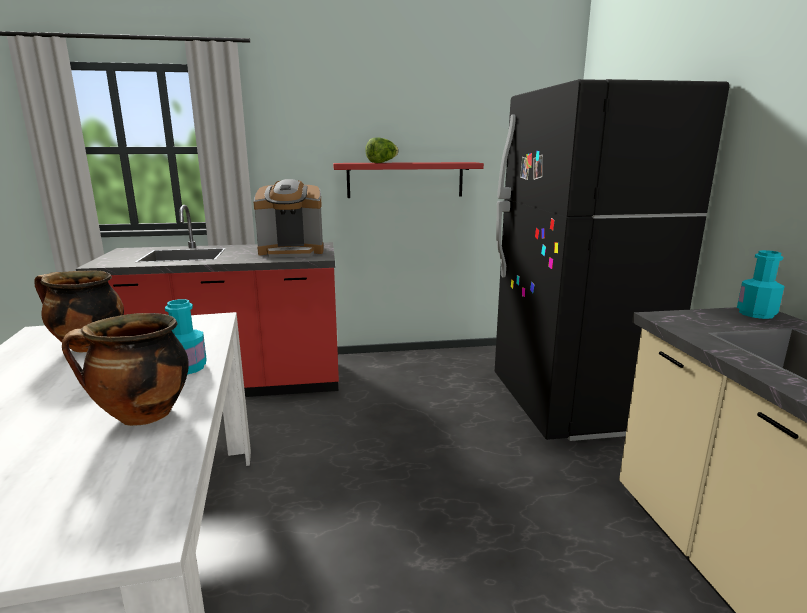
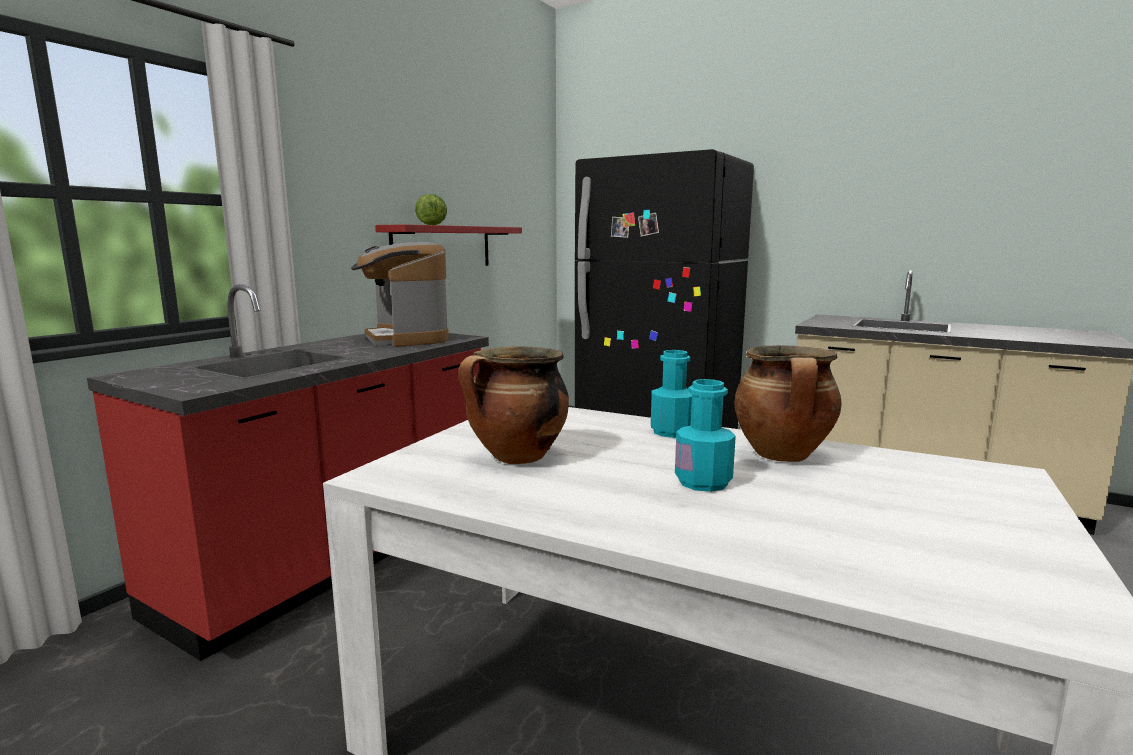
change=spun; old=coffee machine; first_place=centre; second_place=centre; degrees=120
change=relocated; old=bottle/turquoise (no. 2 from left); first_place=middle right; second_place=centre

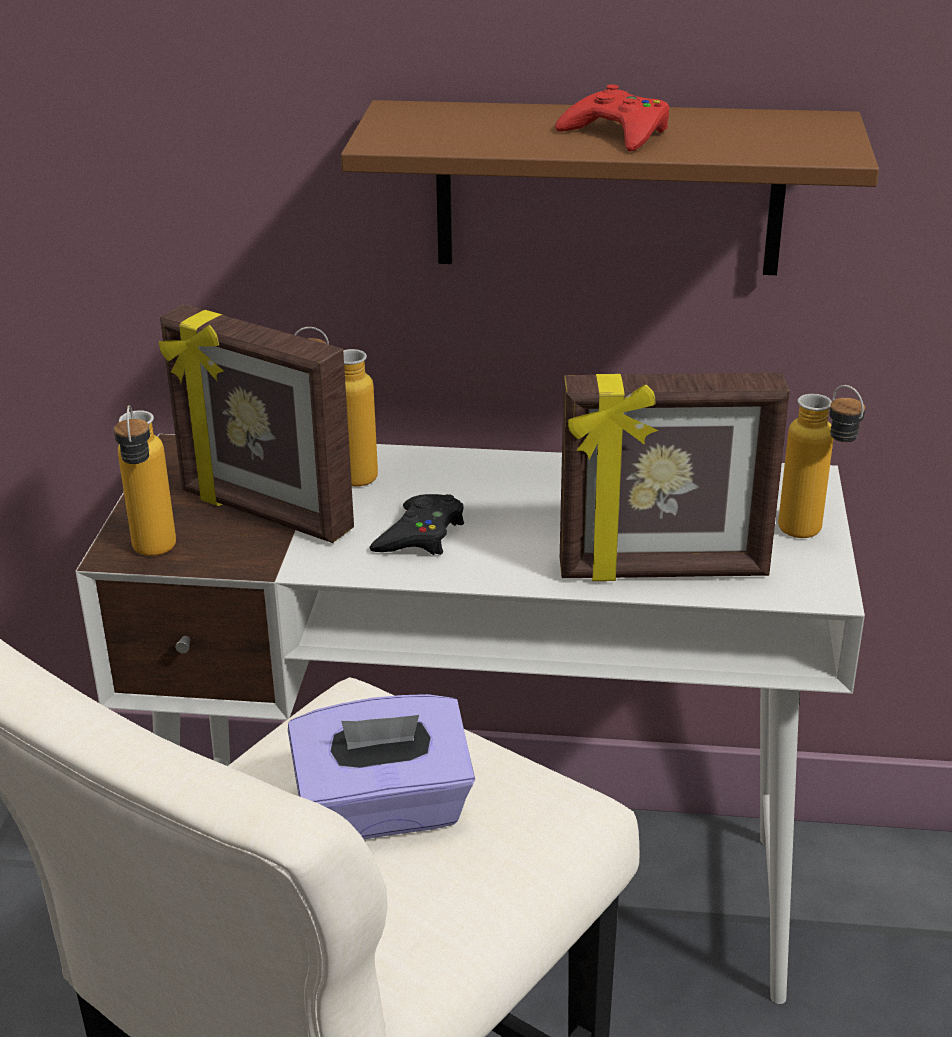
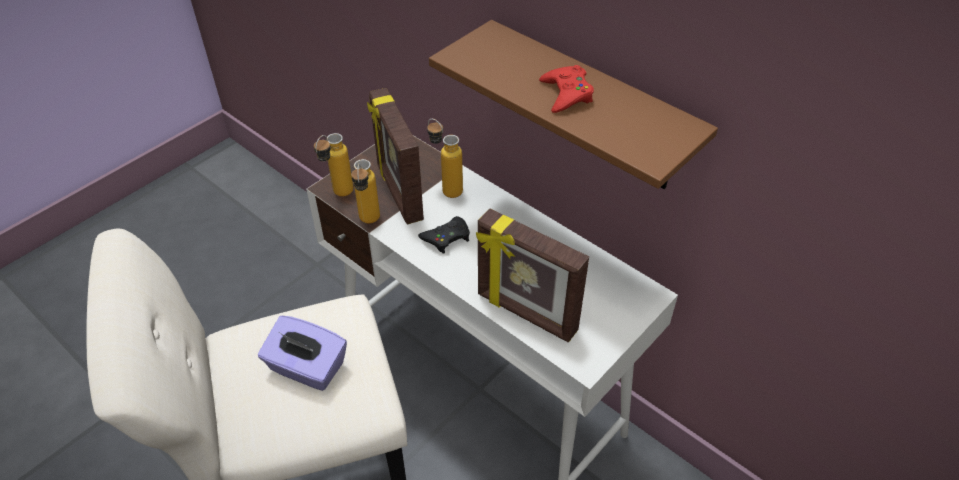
change=relocated; old=bottle (no. 3 from left in the first image); new=bottle (no. 2 from left); first_place=middle right; second_place=centre

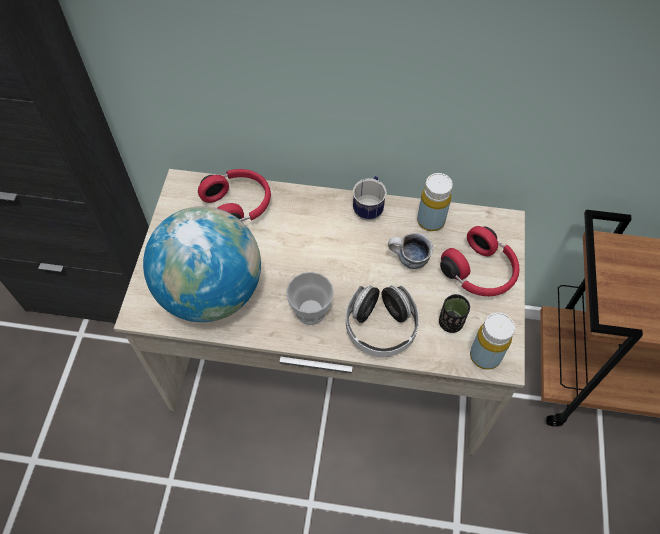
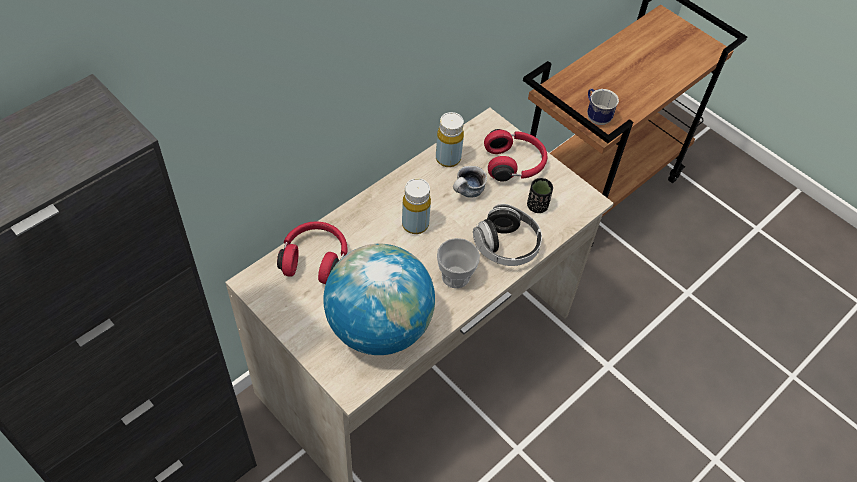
change=relocated; old=mug (no. 1 from left in the first image); new=mug (no. 2 from left); first_place=centre; second_place=top right
change=relocated; old=bottle/yellow (no. 2 from left in the first image); new=bottle/yellow (no. 1 from left); first_place=middle right; second_place=centre

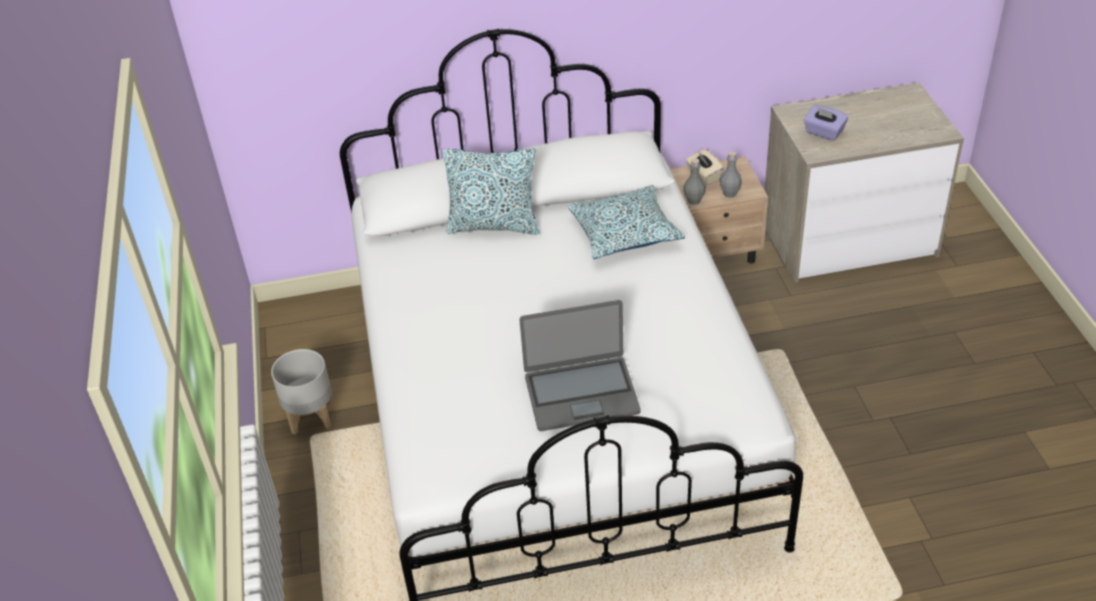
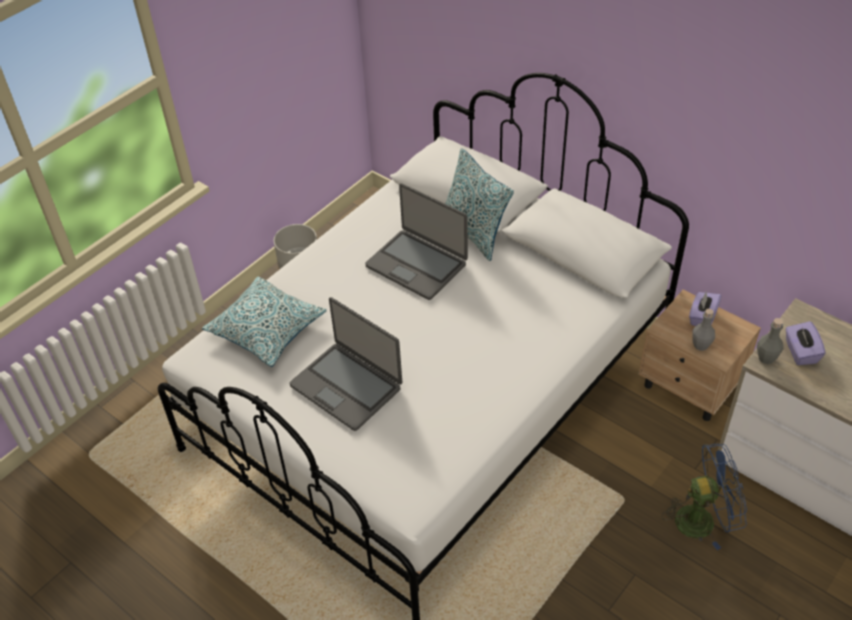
change=relocated; old=pillow (no. 2 from left in the first image); new=pillow (no. 1 from left); first_place=centre; second_place=middle left
change=relocated; old=bottle/grey (no. 1 from left in the first image); new=bottle/grey (no. 2 from left); first_place=top centre; second_place=middle right
change=colour; old=tissue box/beige; new=tissue box/purple (no. 1 from left); first_place=top centre; second_place=middle right
change=appeared; new=laptop (no. 2 from left); second_place=centre
change=appeared; new=fan/blue; second_place=bottom right

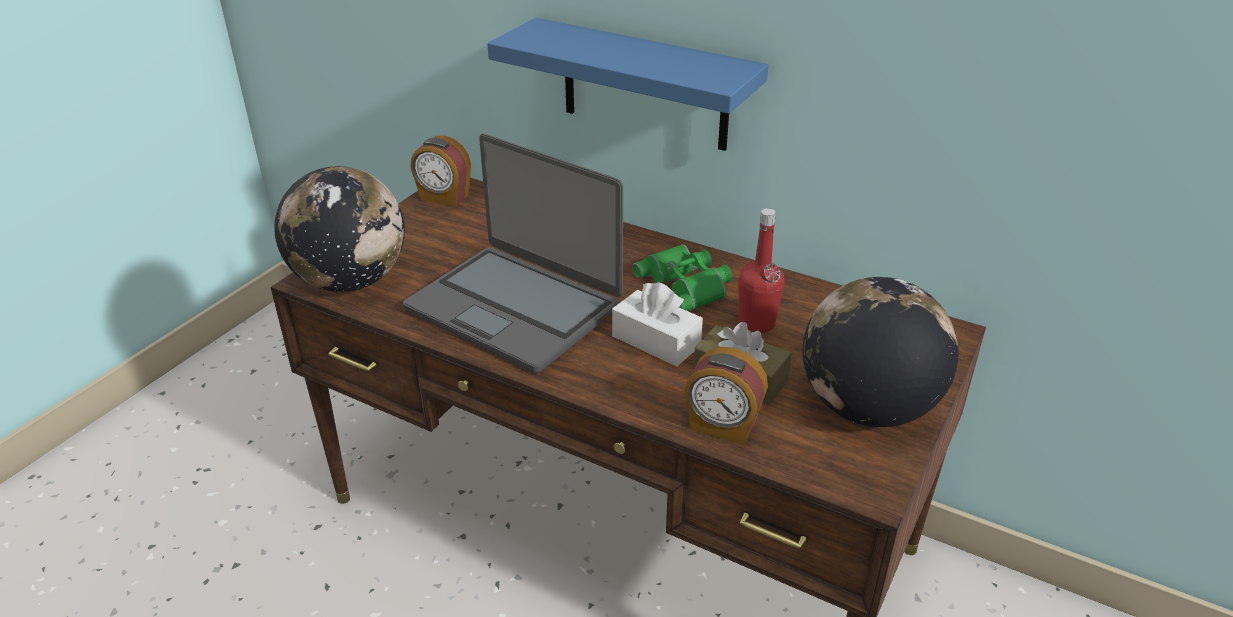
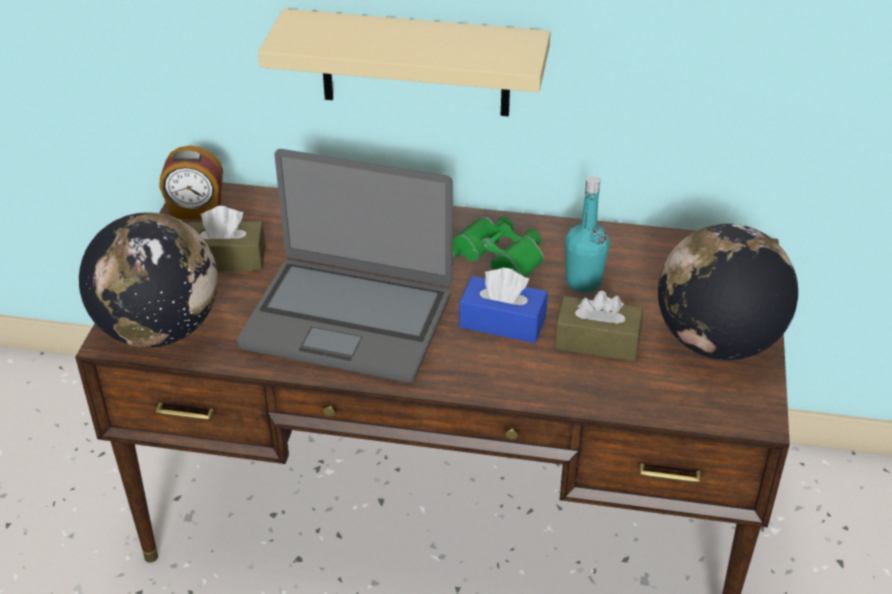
change=colour; old=shelf/blue; new=shelf/beige; first_place=top centre; second_place=top centre
change=colour; old=tissue box/white; new=tissue box/blue; first_place=centre; second_place=centre
change=missing; old=alarm clock (no. 2 from left); first_place=centre
change=colour; old=bottle/red; new=bottle/turquoise; first_place=centre; second_place=centre
change=appeared; new=tissue box/brown (no. 1 from left); second_place=middle left

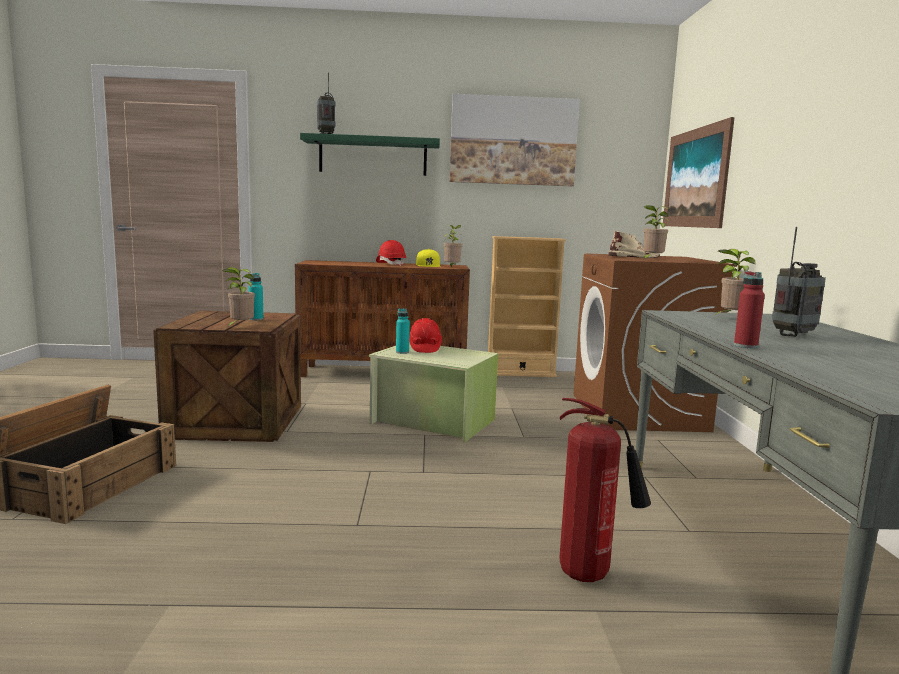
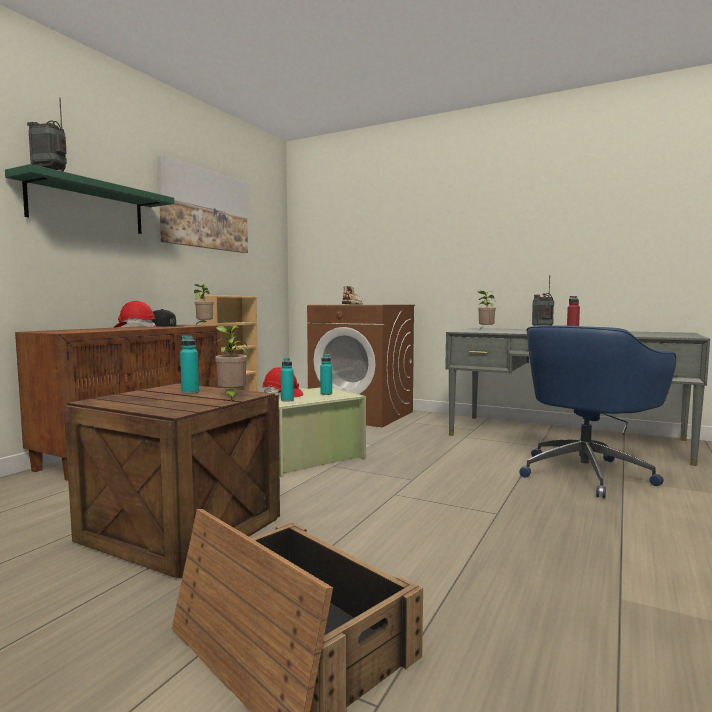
change=colour; old=cap/yellow; new=cap/black; first_place=centre; second_place=middle left
change=exchanged; old=fire extinguisher; new=office chair/blue; first_place=bottom right; second_place=middle right
change=missing; old=potted plant (no. 3 from left); first_place=middle right
change=missing; old=picture (no. 2 from left); first_place=top right
change=appeared; new=bottle/turquoise (no. 3 from left); second_place=centre

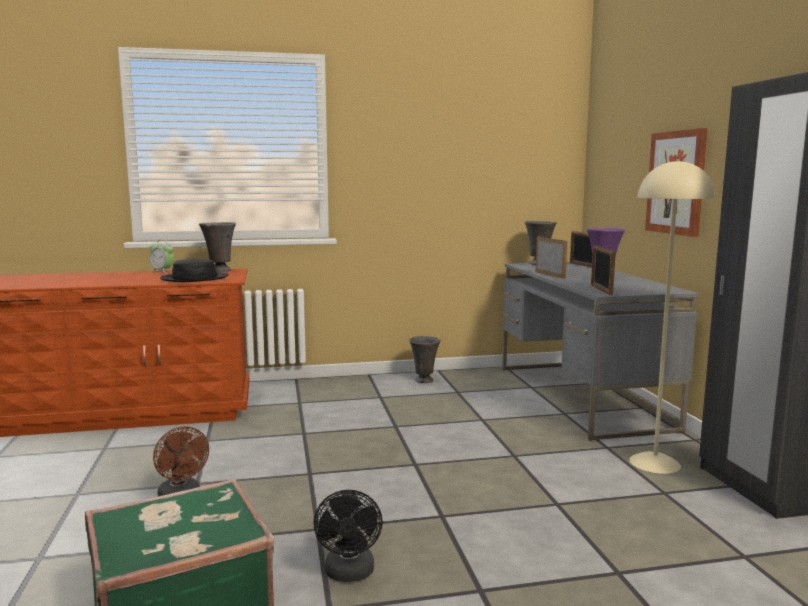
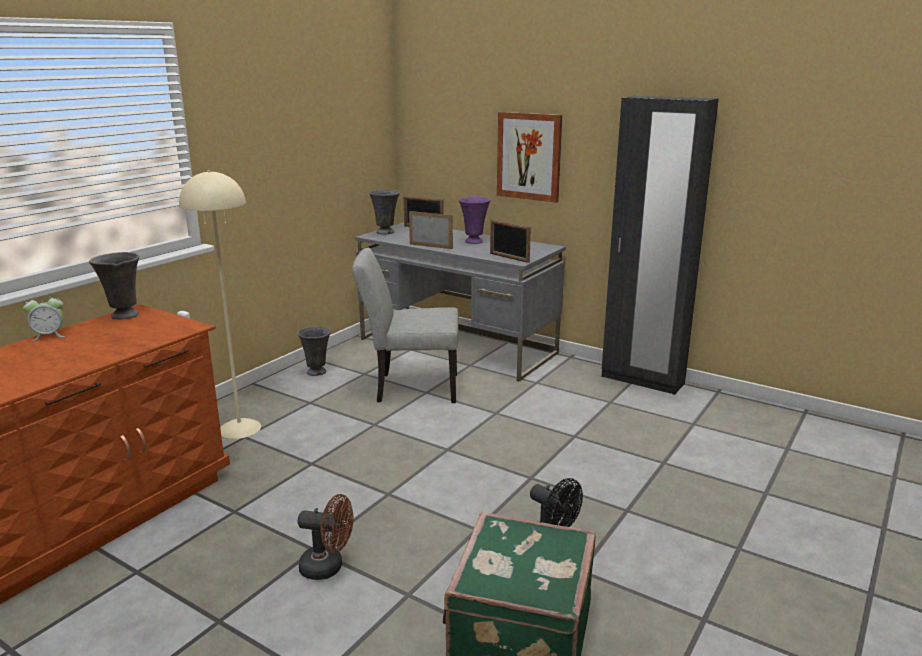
change=missing; old=hat/black; first_place=middle left
change=relocated; old=floor lamp/beige; first_place=middle right; second_place=middle left
change=appeared; new=chair/grey; second_place=centre

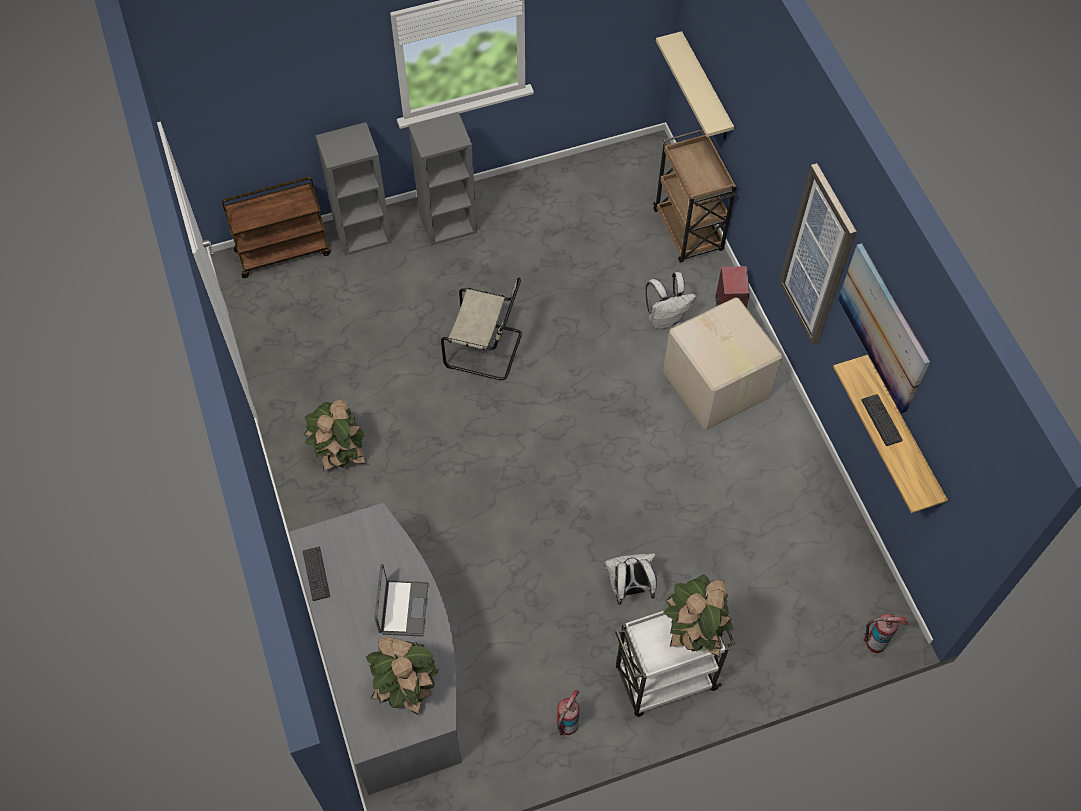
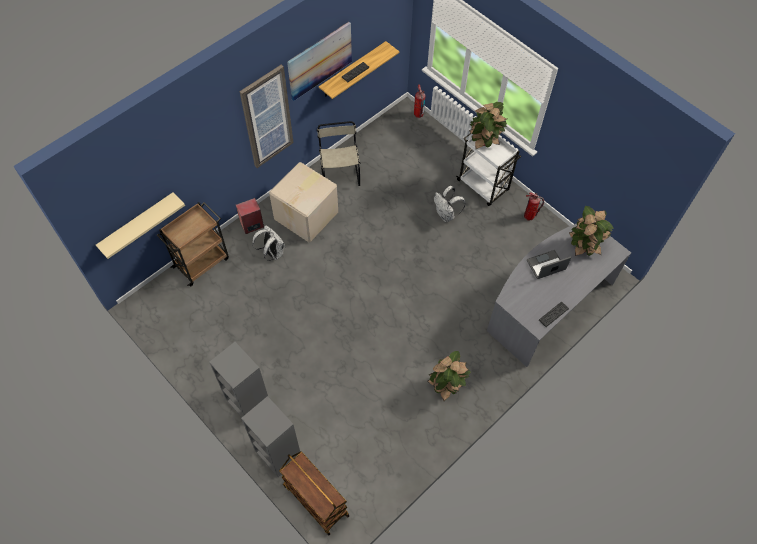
change=relocated; old=chair/beige; first_place=centre; second_place=top centre

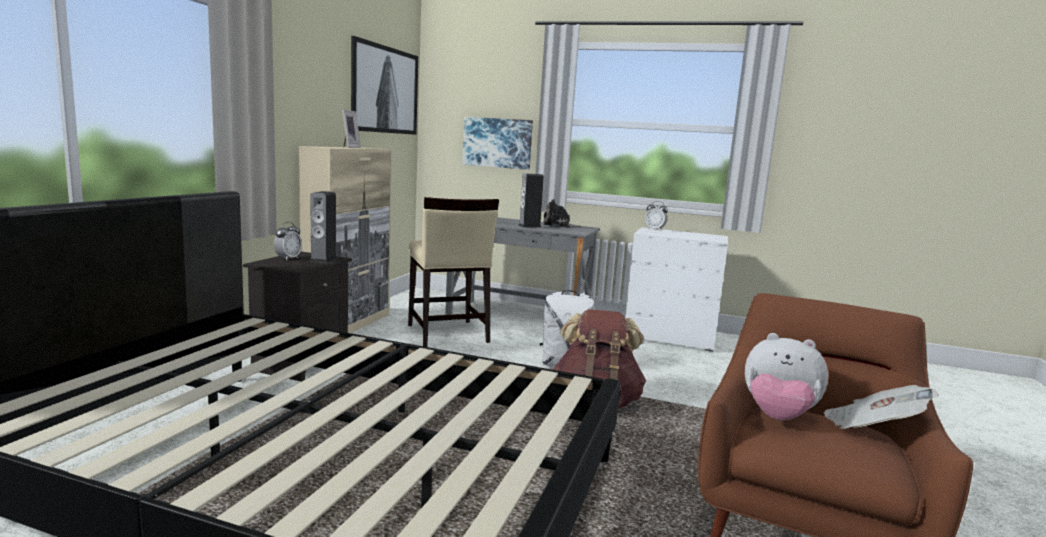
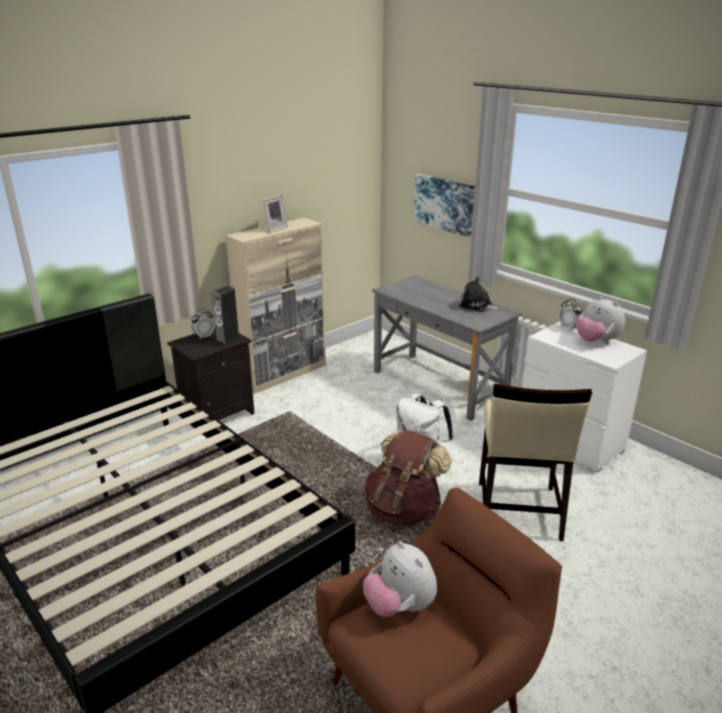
change=missing; old=picture (no. 1 from left); first_place=top centre
change=relocated; old=chair/beige; first_place=centre; second_place=middle right
change=missing; old=speaker (no. 2 from left); first_place=centre
change=missing; old=newspaper; first_place=bottom right
change=appeared; new=plush toy (no. 3 from left); second_place=middle right

